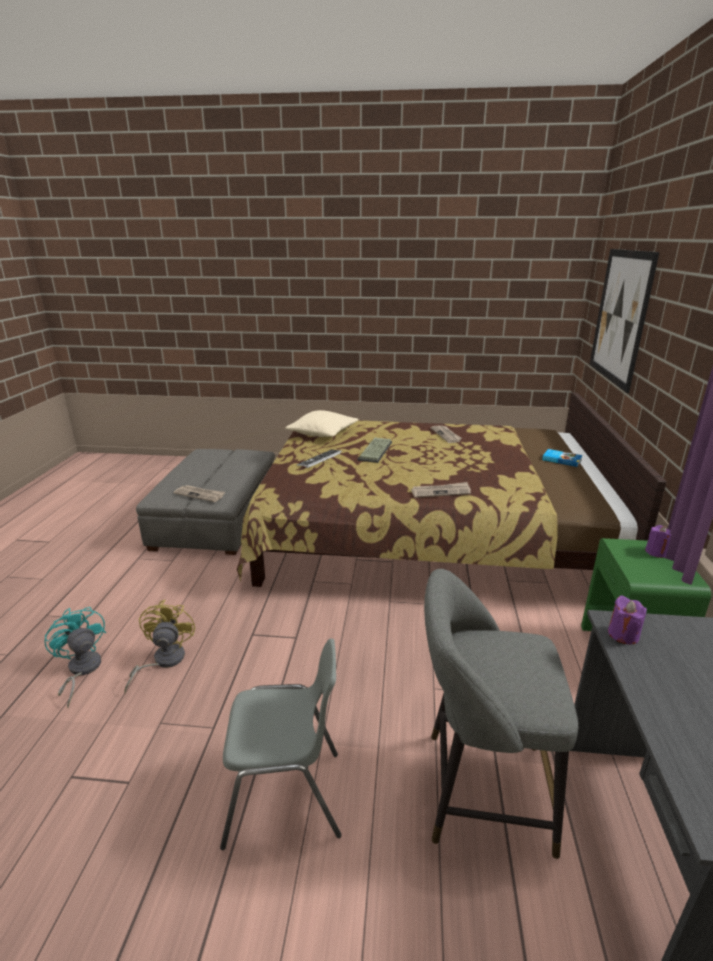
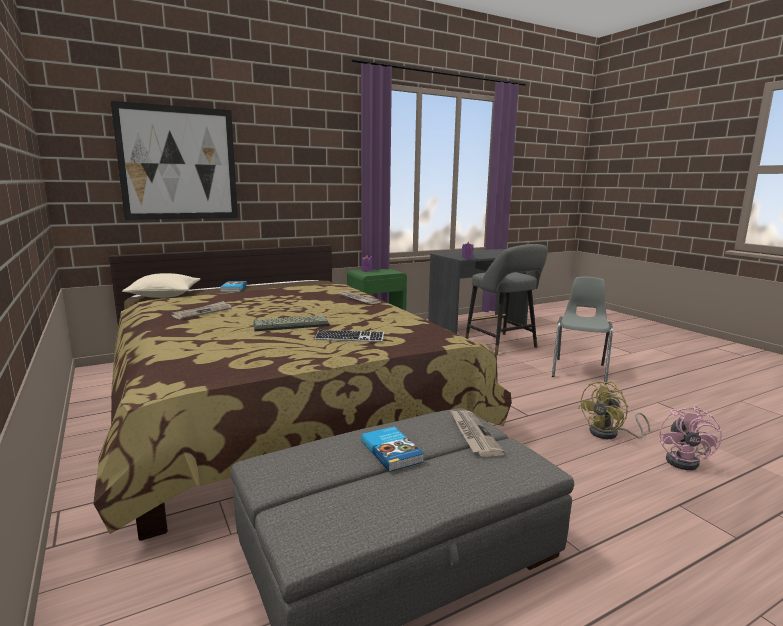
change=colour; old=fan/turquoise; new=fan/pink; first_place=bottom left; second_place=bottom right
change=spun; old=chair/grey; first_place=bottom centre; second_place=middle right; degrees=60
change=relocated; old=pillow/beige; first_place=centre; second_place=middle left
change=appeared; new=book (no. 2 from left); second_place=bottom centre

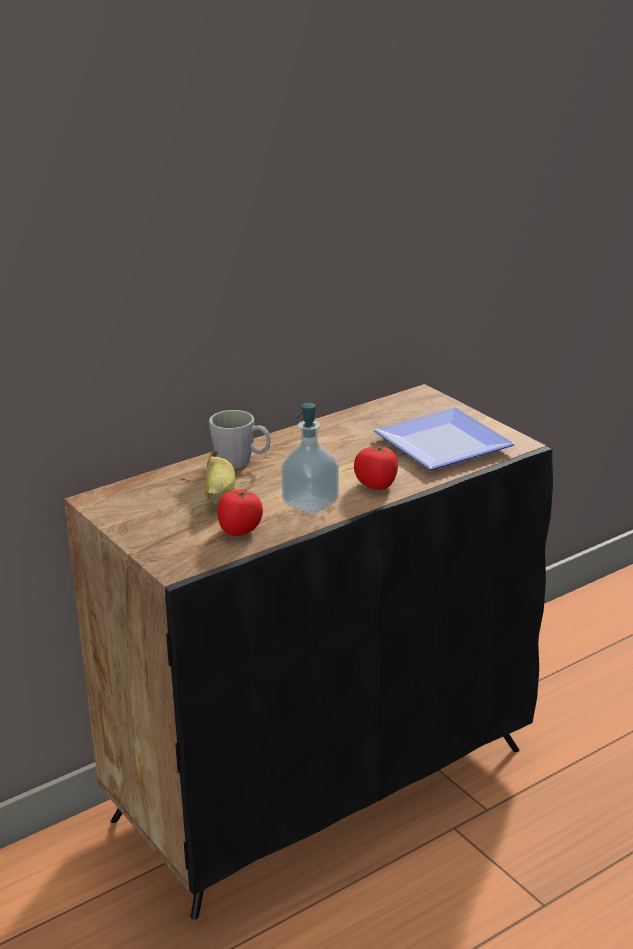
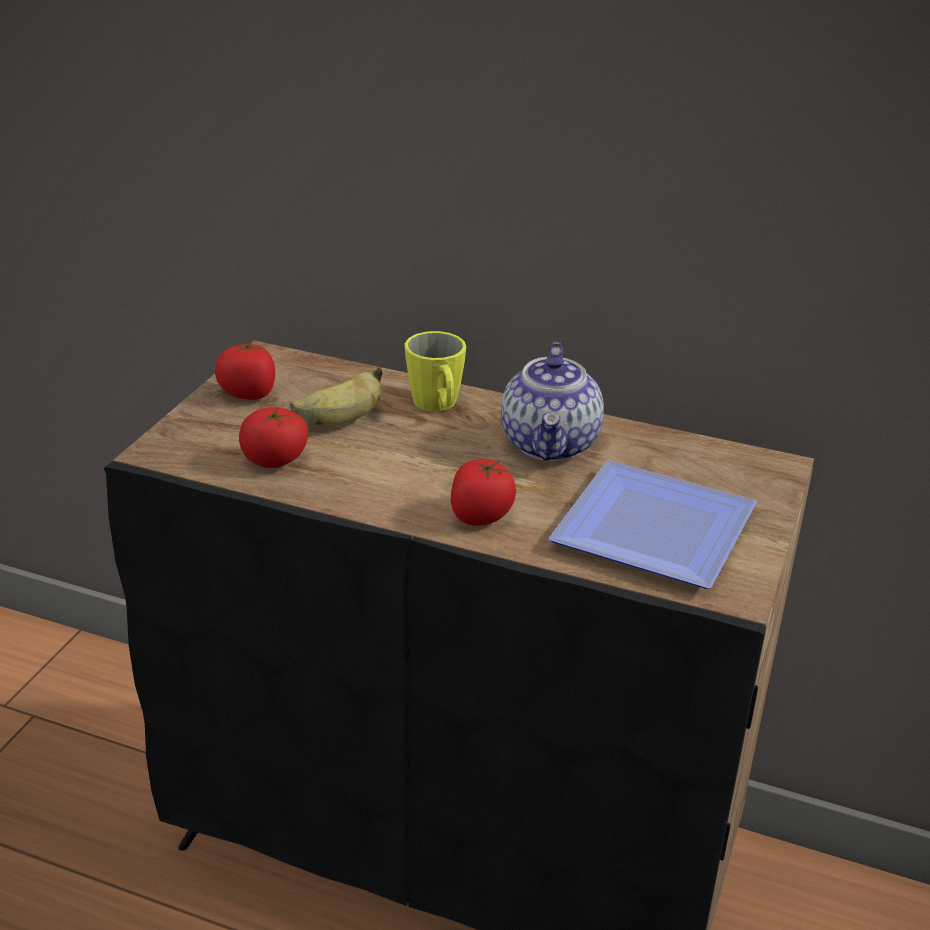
change=colour; old=mug/grey; new=mug/yellow; first_place=centre; second_place=centre
change=missing; old=soap dispenser; first_place=centre
change=appeared; new=tomato (no. 1 from left); second_place=middle left
change=appeared; new=teapot; second_place=centre

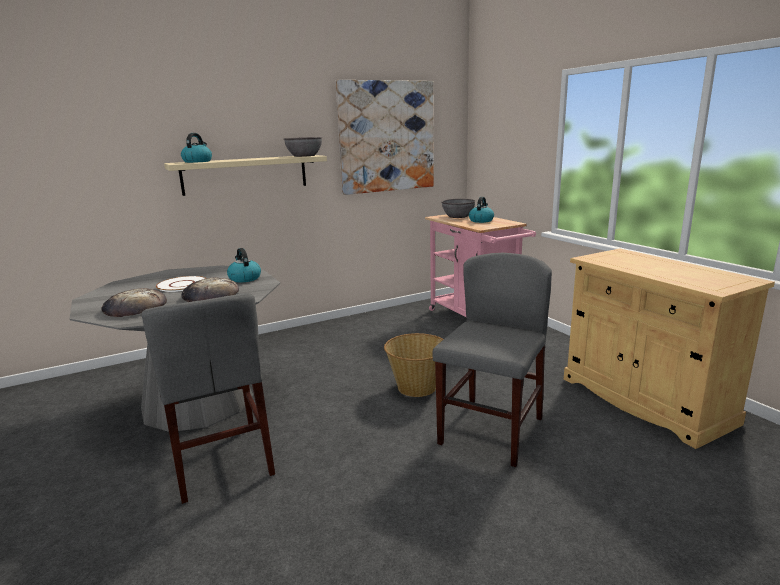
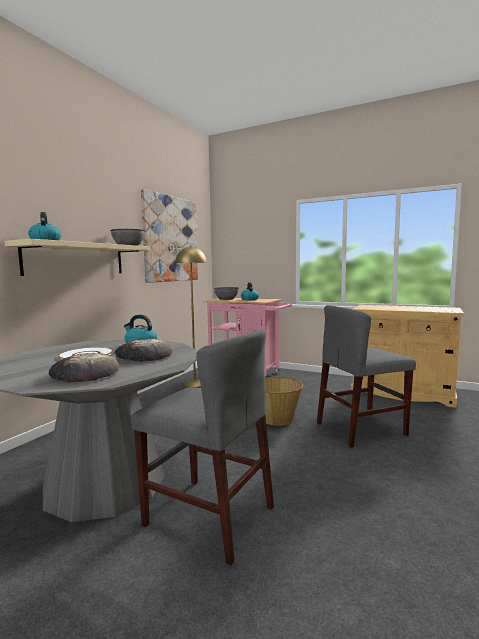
change=spun; old=chair/grey (no. 2 from left); first_place=centre; second_place=middle right; degrees=-105
change=appeared; new=floor lamp/yellow; second_place=centre

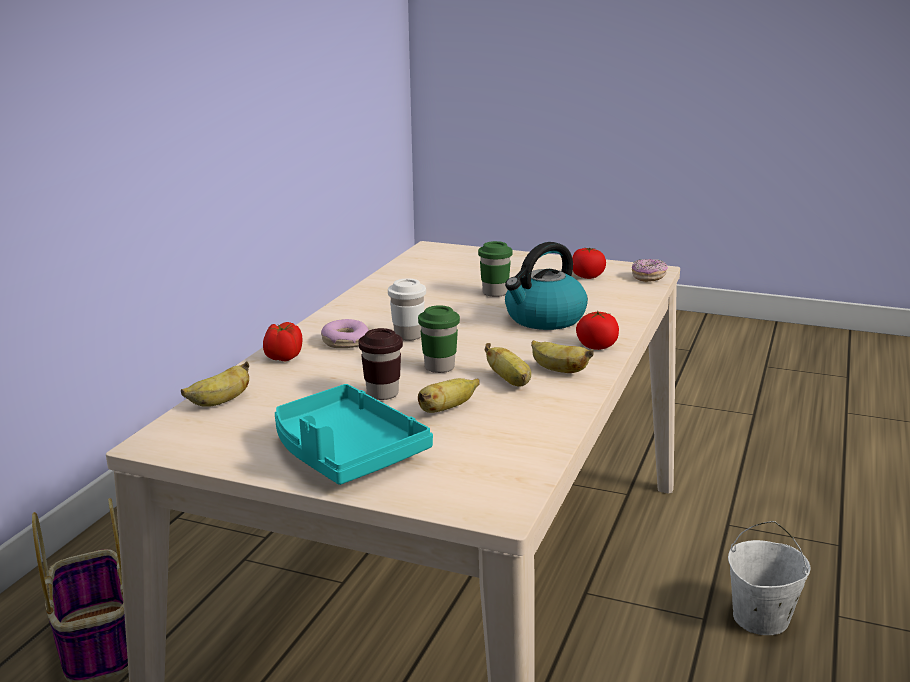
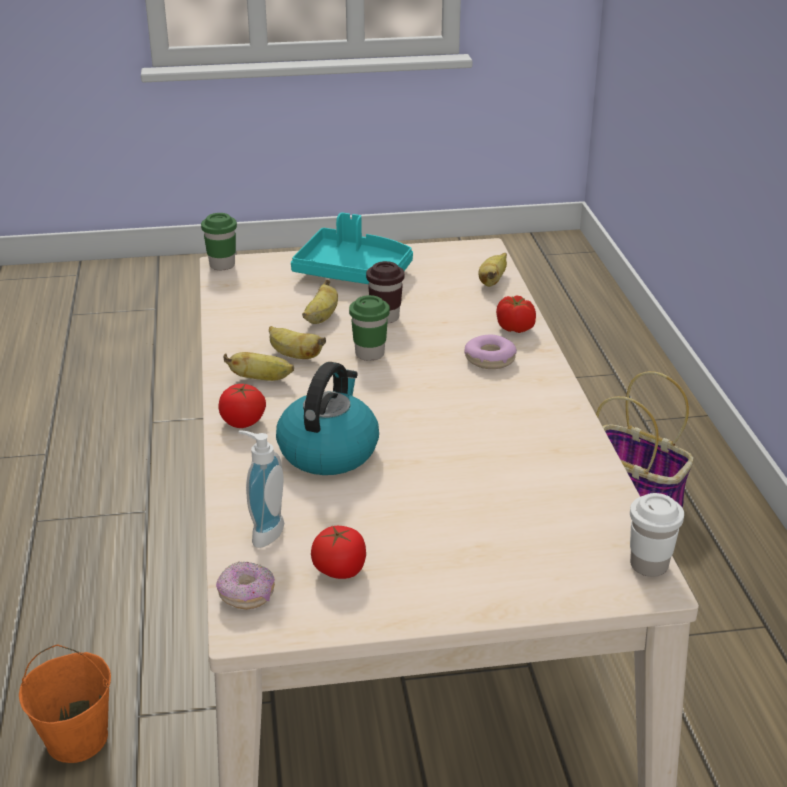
change=relocated; old=cup/white; first_place=centre; second_place=bottom right
change=relocated; old=cup/green (no. 2 from left in the first image); new=cup/green (no. 1 from left); first_place=centre; second_place=top left
change=colour; old=bucket/white; new=bucket/orange; first_place=bottom right; second_place=bottom left
change=appeared; new=soap dispenser; second_place=middle left

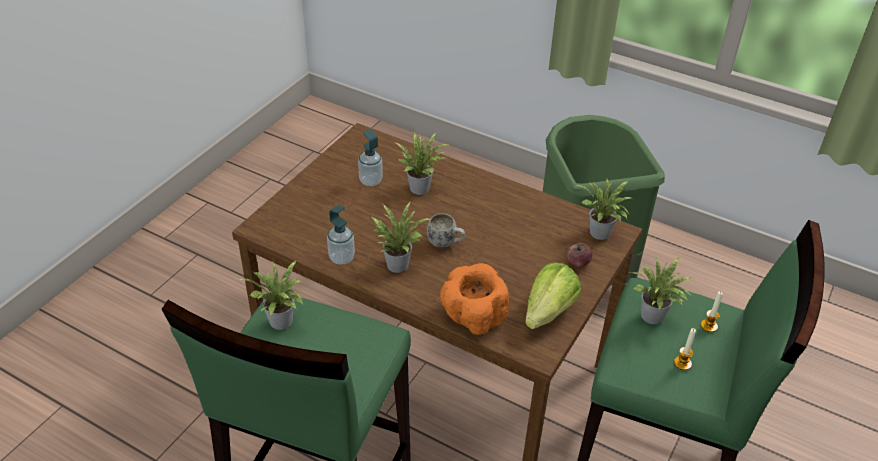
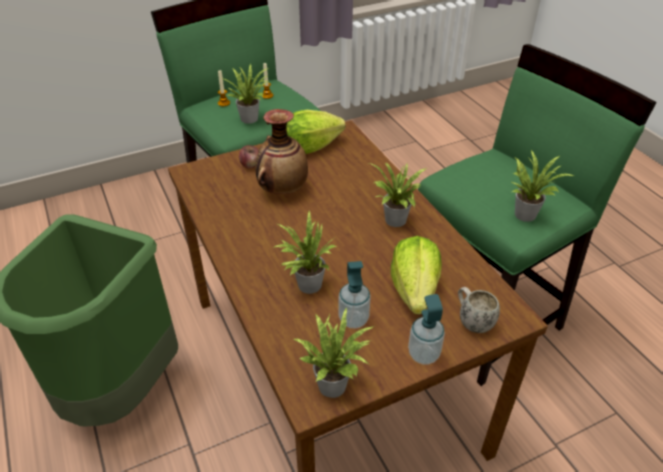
change=relocated; old=soap dispenser (no. 1 from left in the first image); new=soap dispenser (no. 2 from left); first_place=centre; second_place=bottom centre
change=relocated; old=mug/white; first_place=centre; second_place=middle right
change=missing; old=bowl/orange; first_place=centre
change=relocated; old=potted plant (no. 4 from left in the first image); new=potted plant (no. 3 from left); first_place=middle right; second_place=bottom centre
change=appeared; new=vase; second_place=top centre
change=appeared; new=lettuce (no. 2 from left); second_place=centre

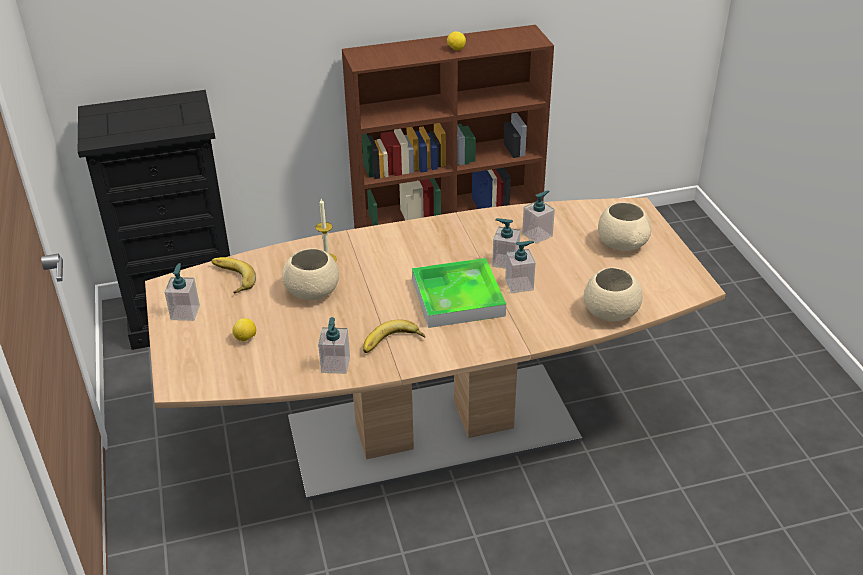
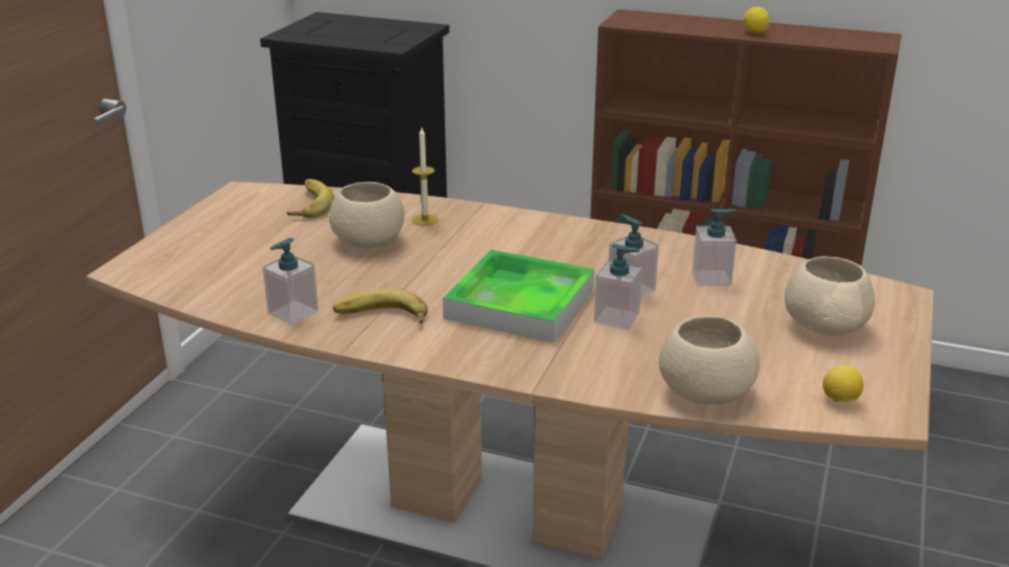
change=missing; old=soap dispenser (no. 1 from left); first_place=middle left
change=relocated; old=lemon (no. 1 from left in the first image); new=lemon (no. 2 from left); first_place=middle left; second_place=bottom right

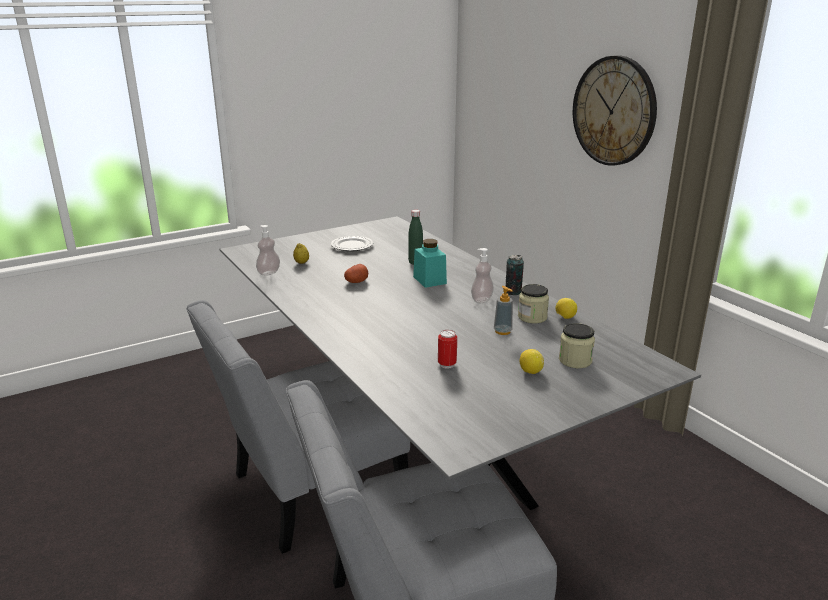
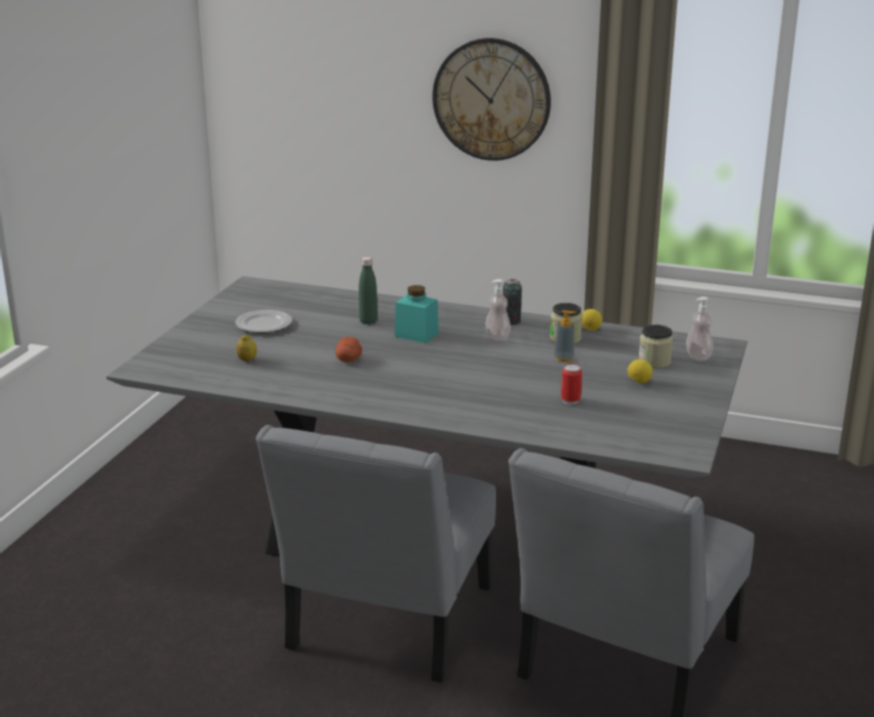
change=relocated; old=soap dispenser (no. 1 from left in the first image); new=soap dispenser (no. 3 from left); first_place=middle left; second_place=middle right

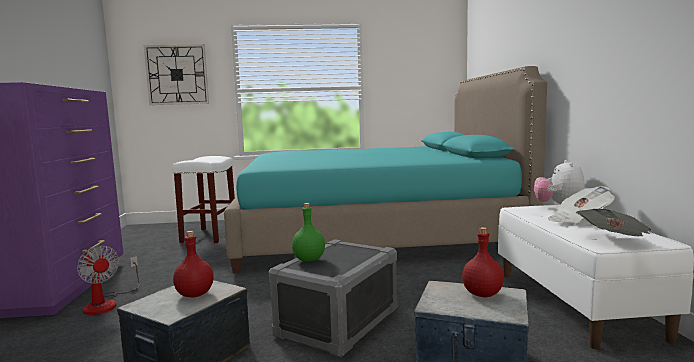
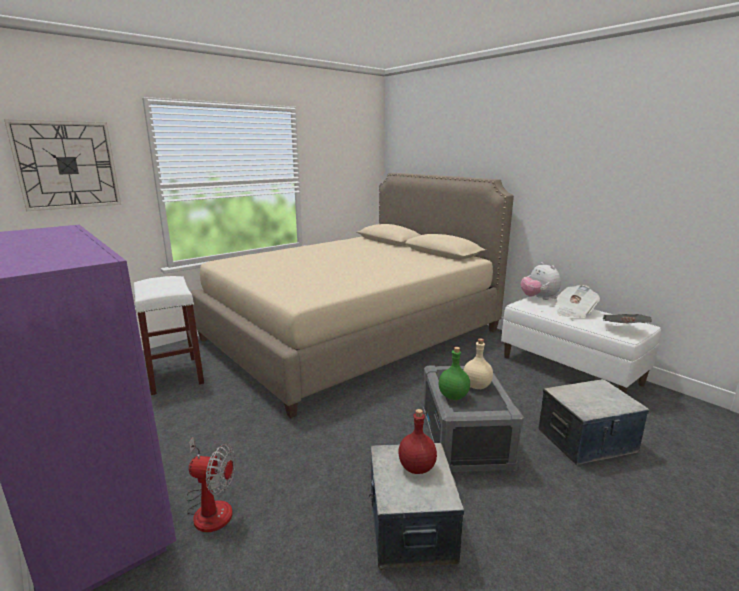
change=colour; old=bed/turquoise; new=bed/beige; first_place=centre; second_place=centre
change=missing; old=bottle/red (no. 2 from left); first_place=bottom right
change=appeared; new=bottle/beige; second_place=centre

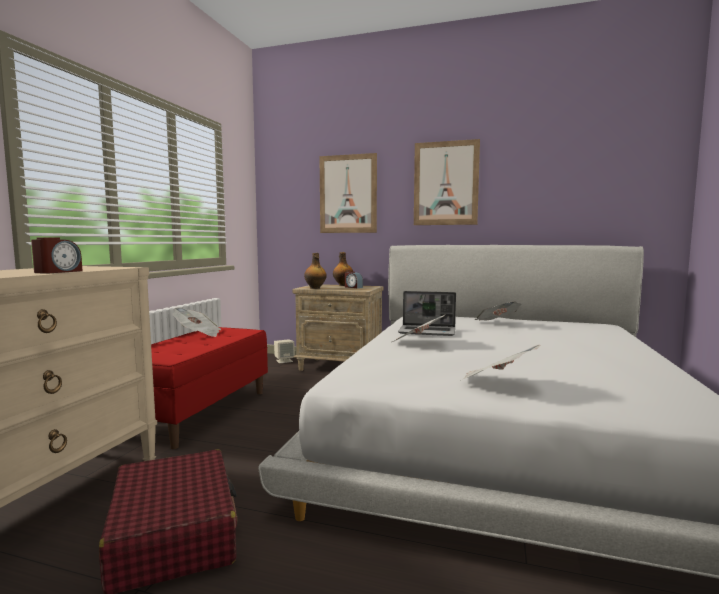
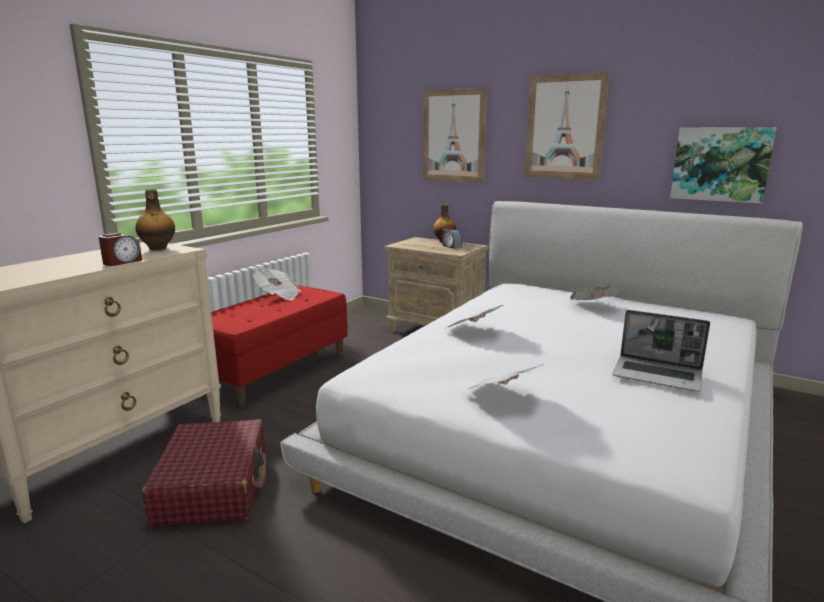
change=missing; old=speaker/beige; first_place=centre
change=relocated; old=bottle (no. 1 from left); first_place=centre; second_place=middle left
change=relocated; old=laptop; first_place=centre; second_place=middle right
change=appeared; new=picture (no. 3 from left); second_place=top right

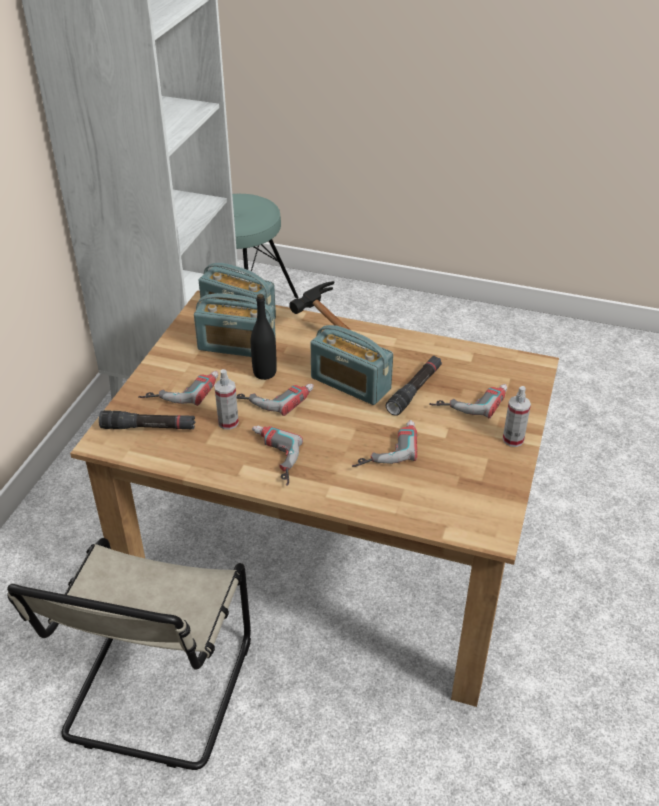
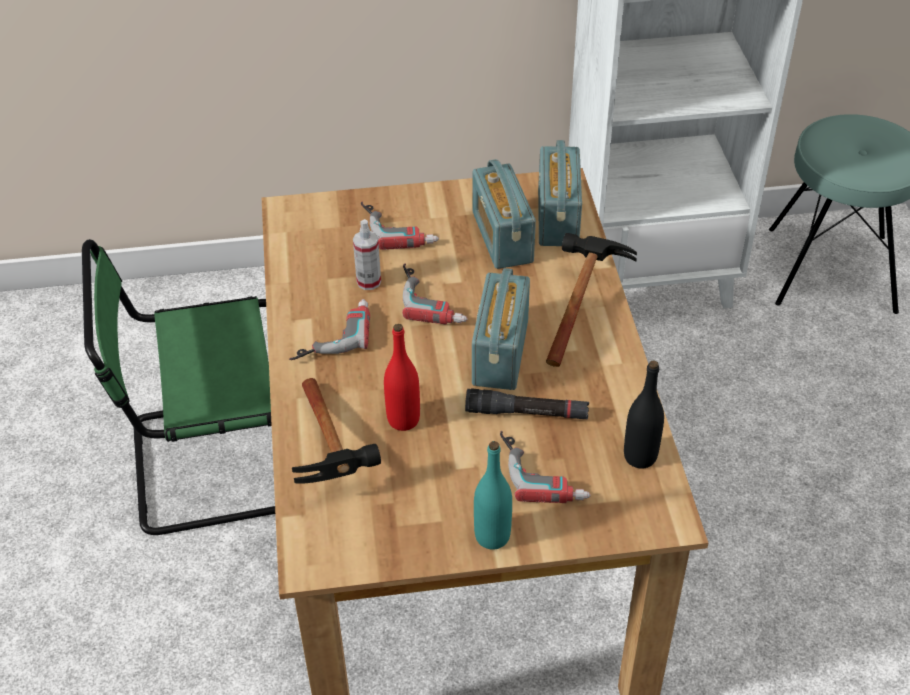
change=colour; old=chair/beige; new=chair/green; first_place=bottom left; second_place=middle left
change=missing; old=flashlight/black (no. 1 from left); first_place=middle left
change=relocated; old=bottle/black; first_place=centre; second_place=middle right
change=exchanged; old=power drill (no. 4 from left); new=bottle/red; first_place=centre; second_place=centre
change=exchanged; old=spray bottle (no. 2 from left); new=bottle/turquoise; first_place=middle right; second_place=bottom centre
change=appeared; new=hammer (no. 1 from left); second_place=centre

